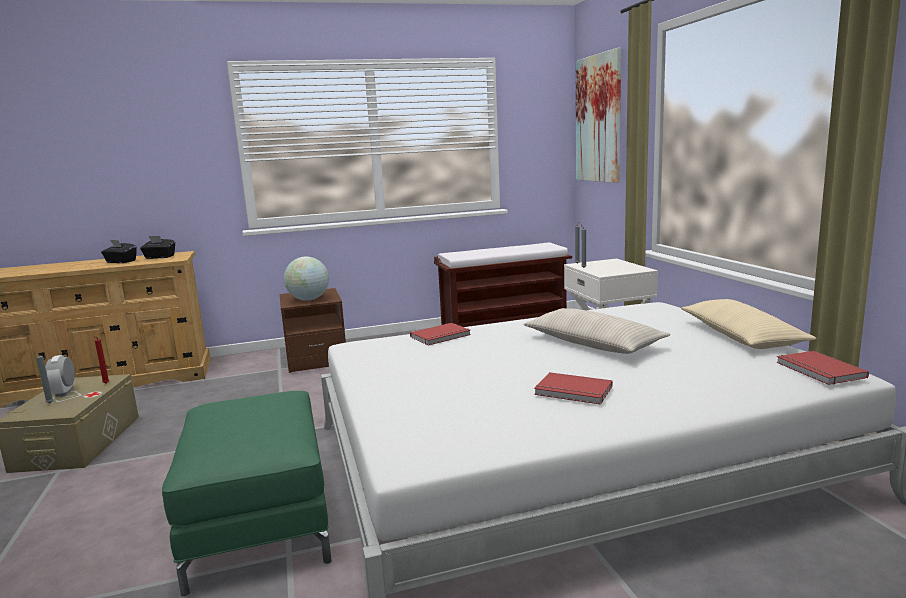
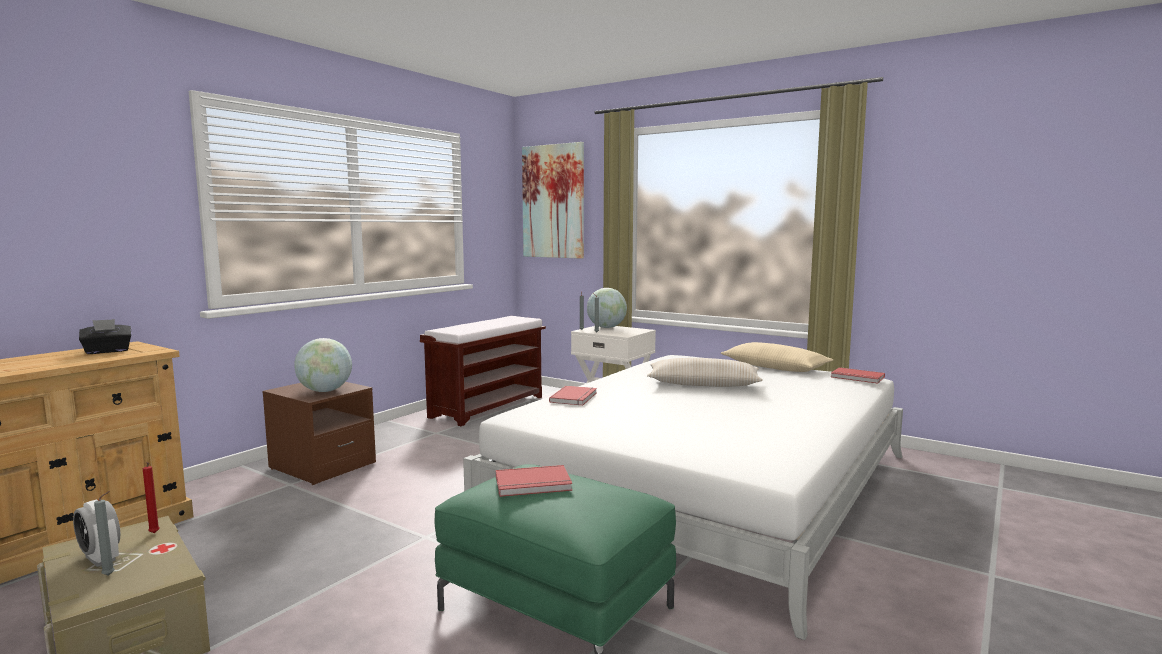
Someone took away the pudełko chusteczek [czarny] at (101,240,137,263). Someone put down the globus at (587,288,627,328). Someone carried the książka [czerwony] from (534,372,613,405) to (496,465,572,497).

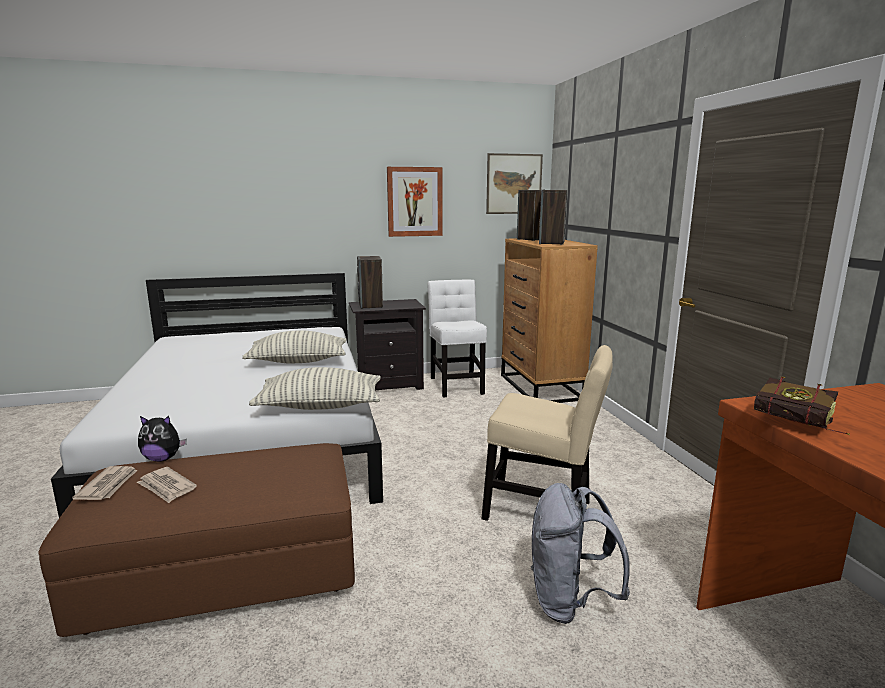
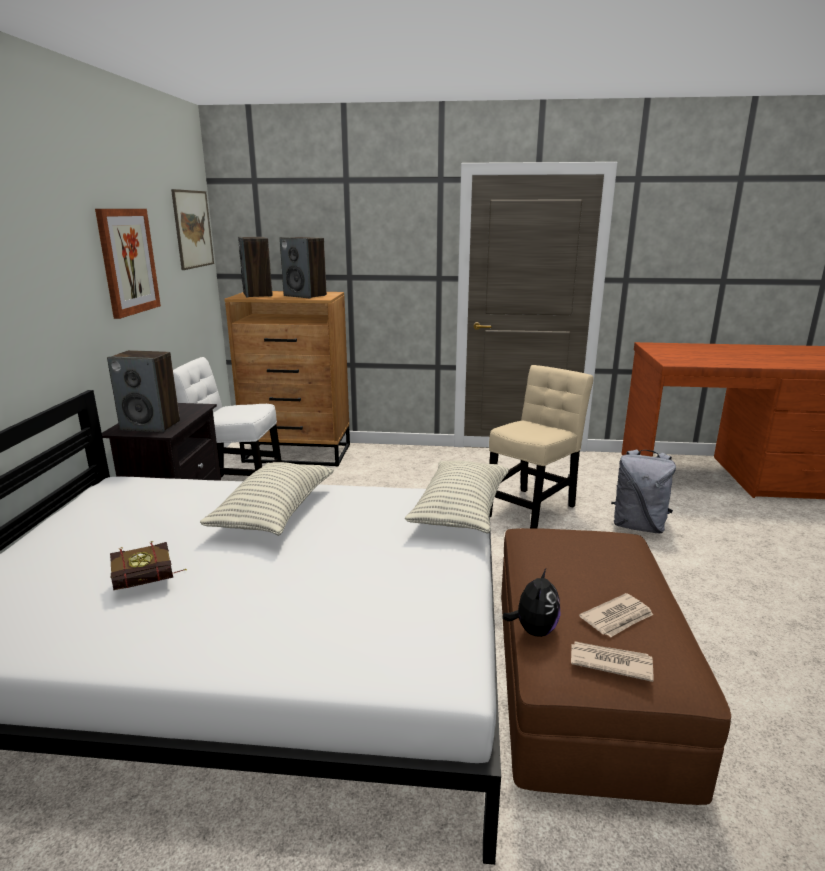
Someone carried the książka from (754,376,849,435) to (110,541,187,590).

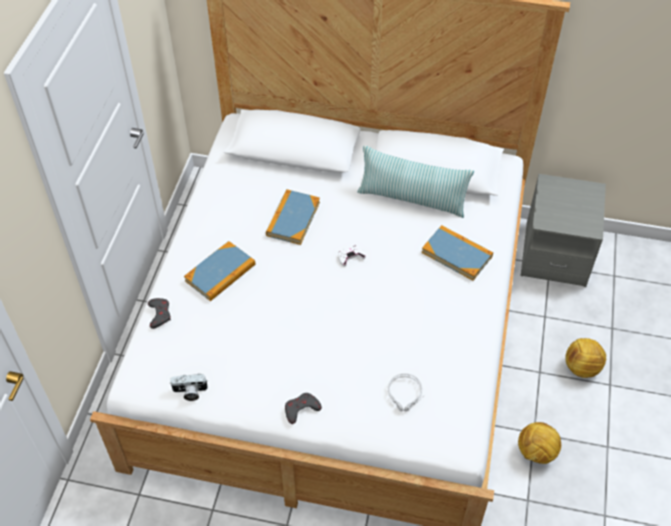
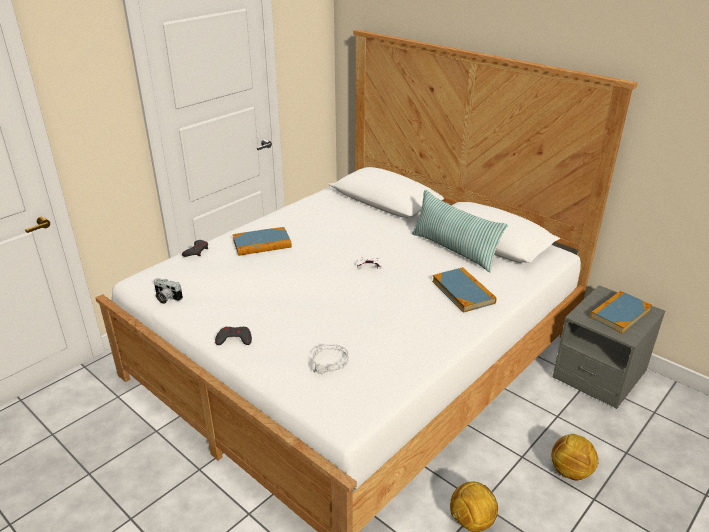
Someone carried the książka from (266,189,320,245) to (590,291,652,334).

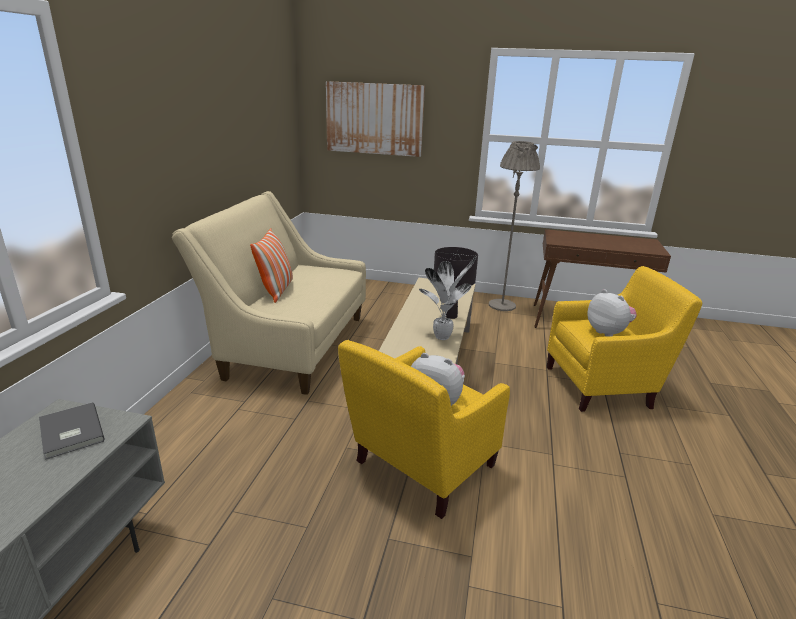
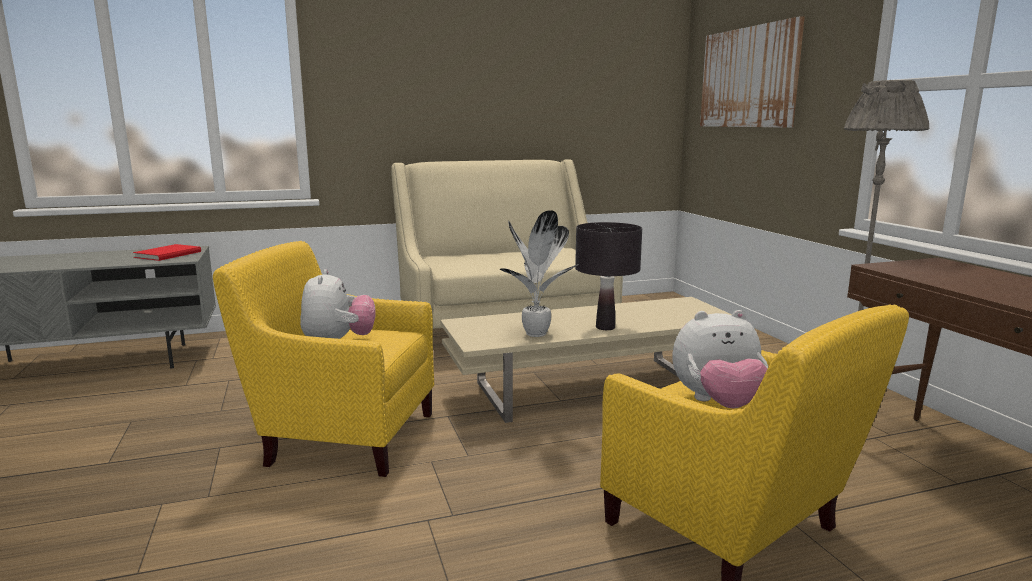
Someone took away the poduszka at (250,228,293,303). Someone repainted the książka [szary] at (39,402,104,460), which became the książka [czerwony] at (133,244,201,261). Someone rotated the pluszak at (587,289,637,337) by 60 degrees clockwise.

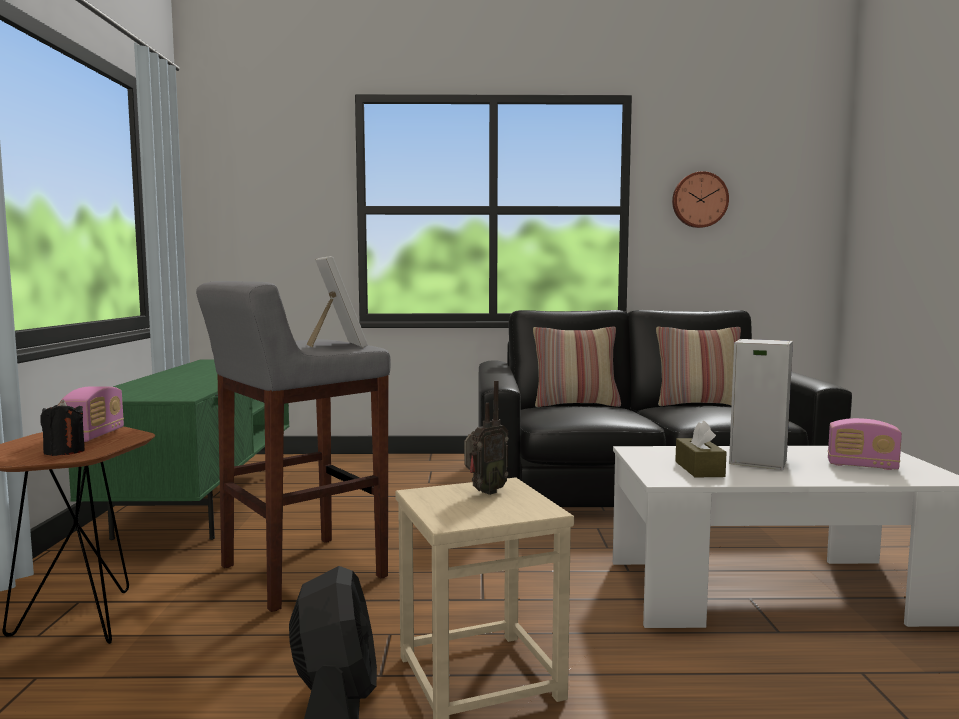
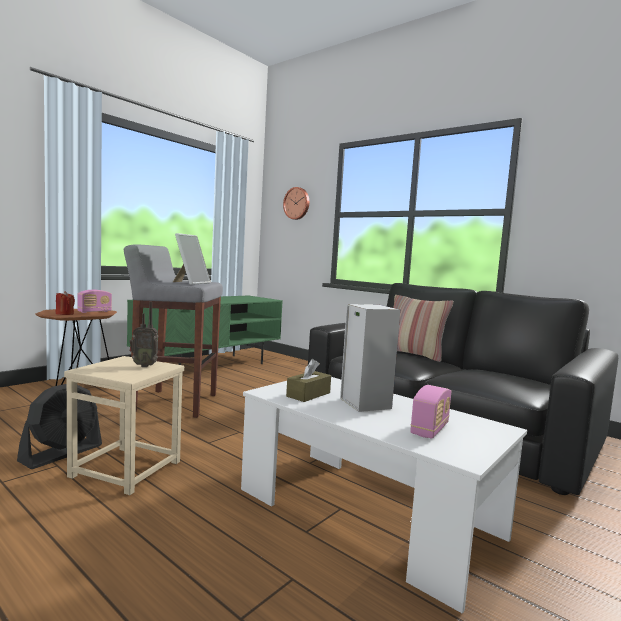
Someone took away the poduszka at (656,327,741,406). Someone carried the zegar ścienny from (672,171,729,228) to (283,187,309,220). Someone repainted the świeca [czarny] at (40,399,85,456), which became the świeca [czerwony] at (56,291,75,315). Someone rotated the radio at (828,418,902,470) by 120 degrees counterclockwise.

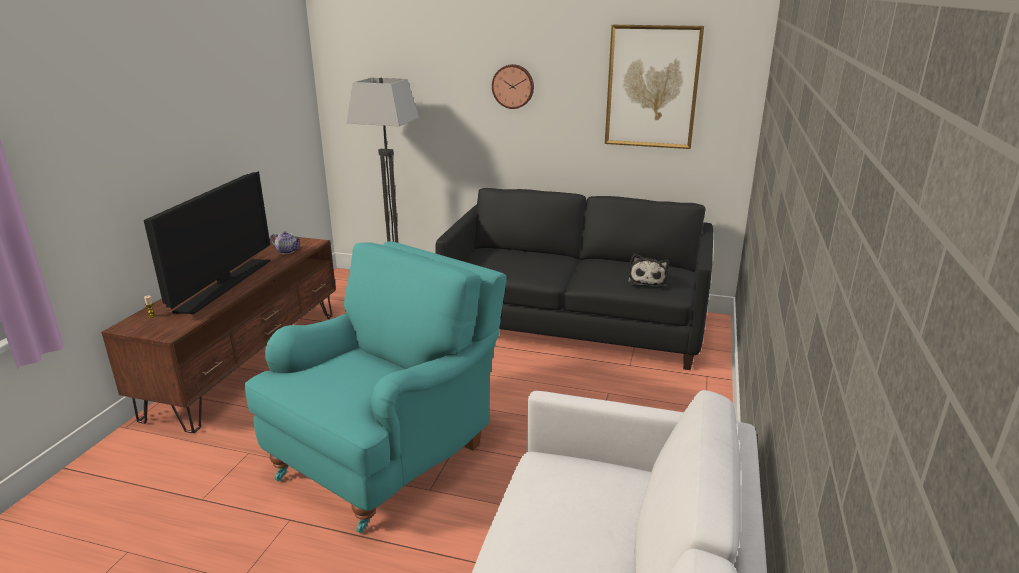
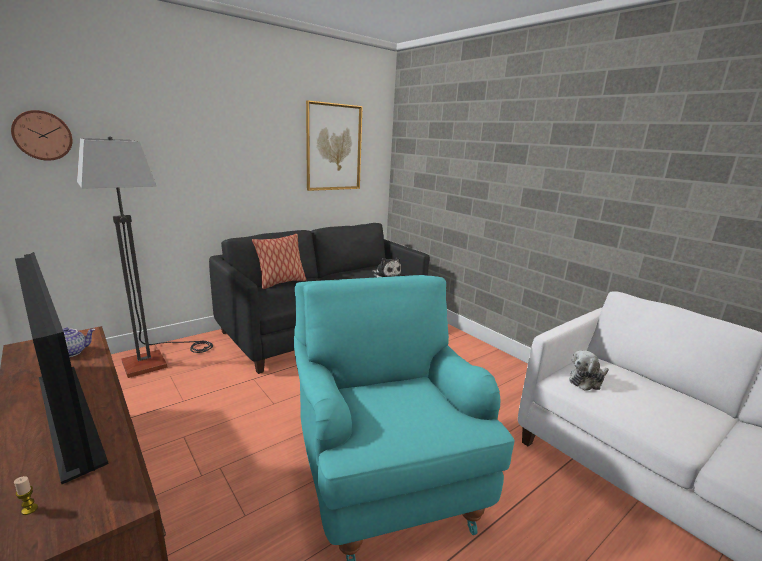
Someone put down the poduszka at (252,234,306,289). Someone put down the pluszak at (569,350,609,391). Someone carried the zegar ścienny from (492,64,534,109) to (11,110,73,161).

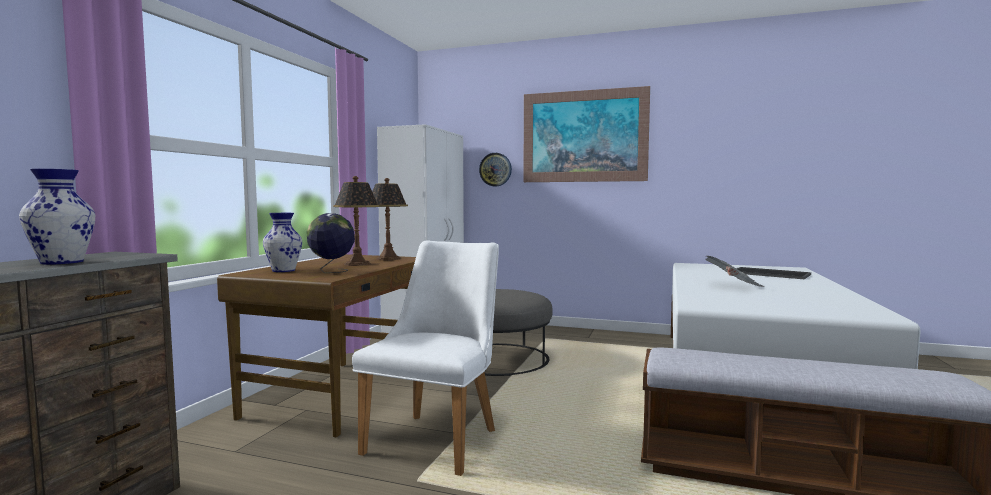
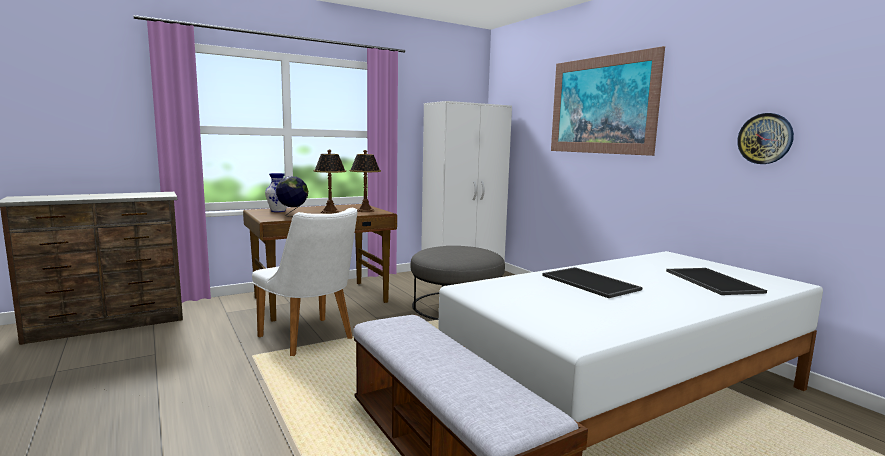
Someone took away the wazon at (19,169,95,265). Someone carried the zegar ścienny from (479,153,512,186) to (737,113,794,164). Someone swapped the gazeta at (705,256,765,287) for the taca at (542,267,642,298). Someone rotated the krzesło [biały] at (352,240,499,476) by 75 degrees clockwise.

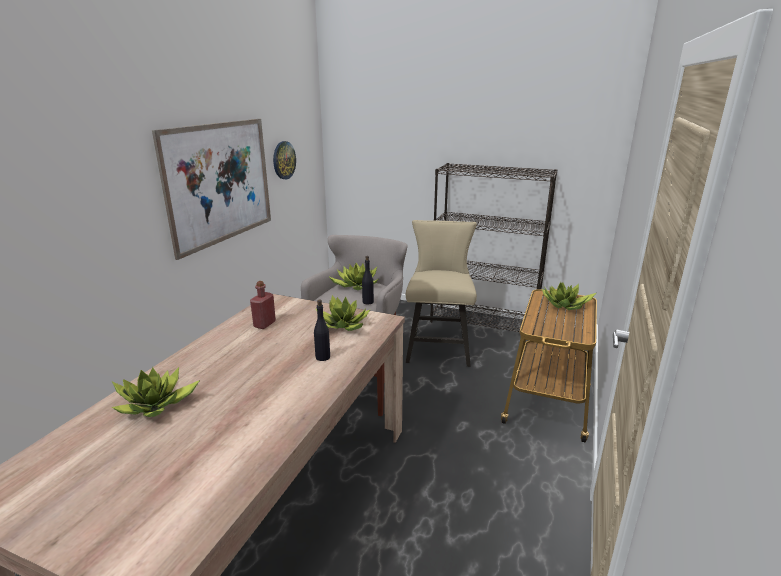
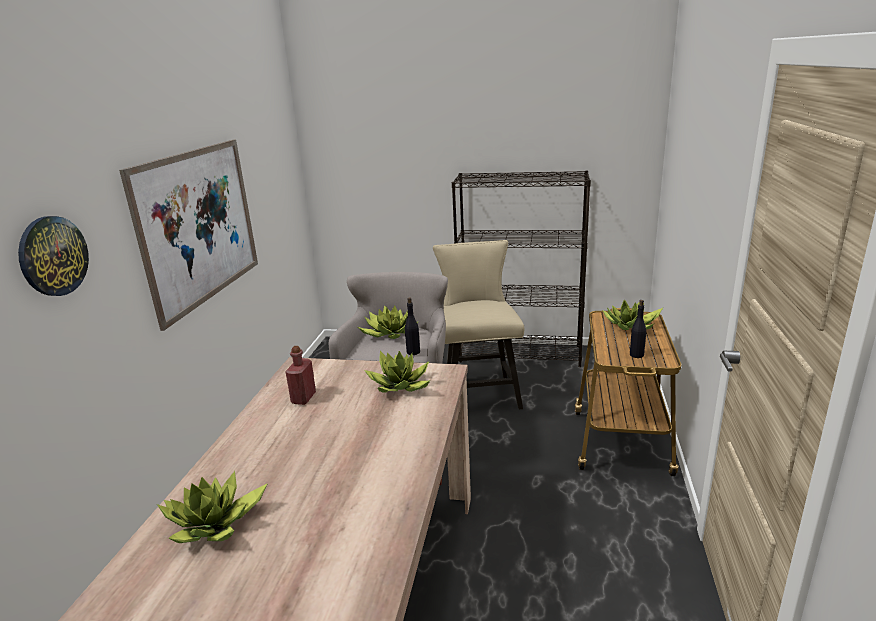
Someone carried the zegar ścienny from (273,141,296,179) to (18,216,89,296). Someone carried the butelka [czarny] from (314,299,330,361) to (630,300,646,358).

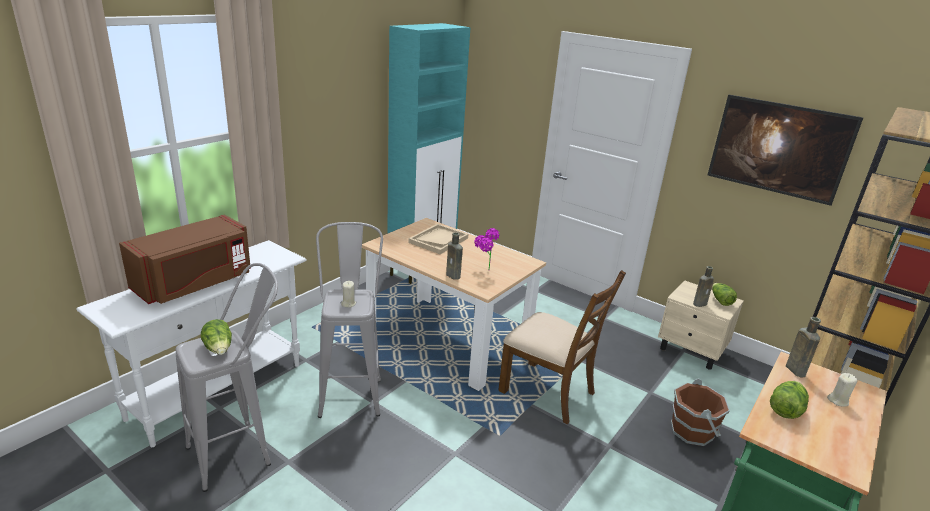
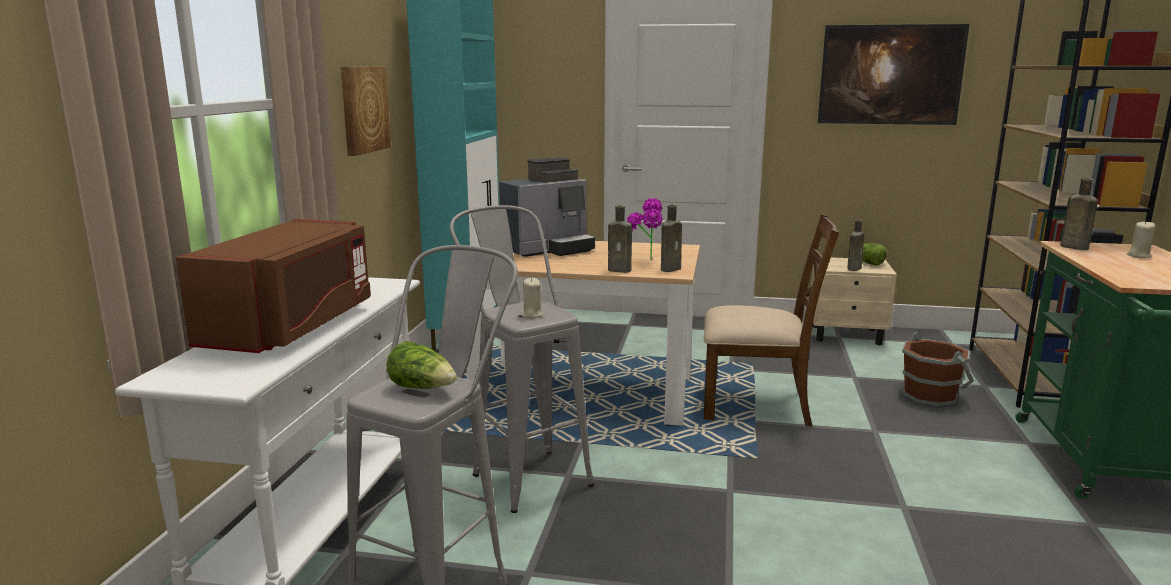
Someone took away the sałata at (770,381,809,419). Someone put up the obraz at (341,66,391,156). Someone put down the butelka [brązowy] at (661,205,682,272). Someone swapped the taca [beżowy] at (409,224,468,254) for the ekspres do kawy at (499,157,595,257).

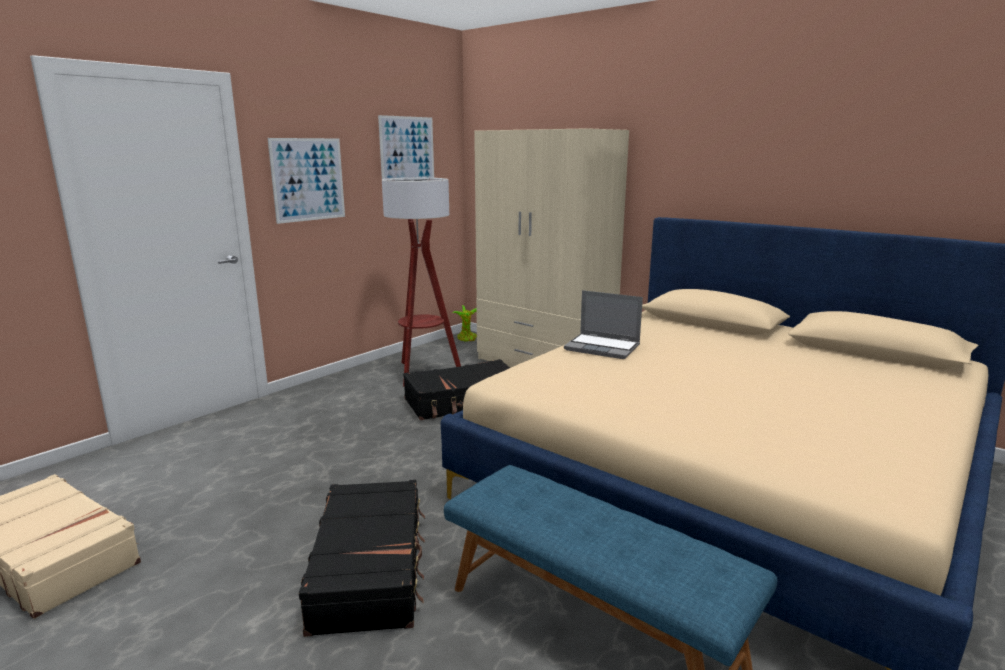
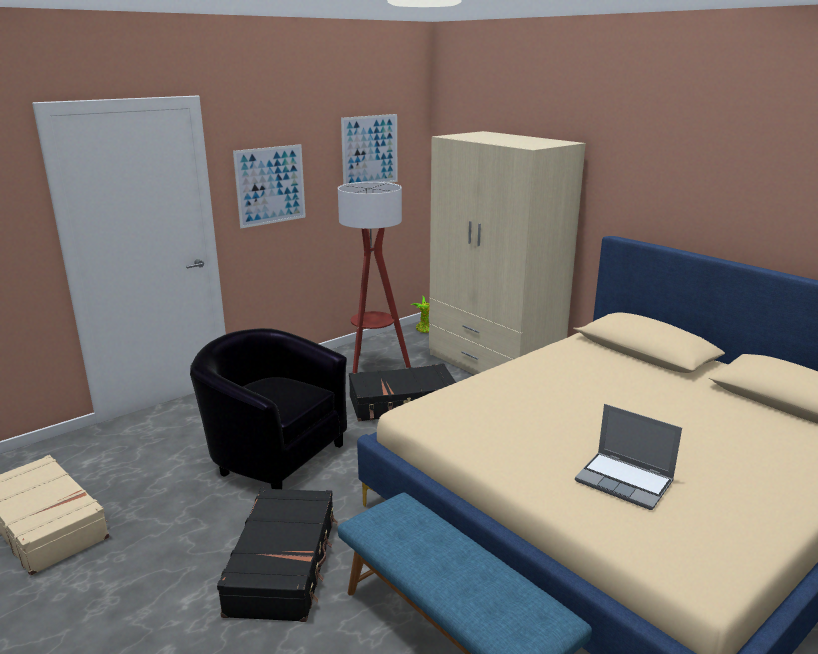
Someone put down the fotel [czarny] at (190,328,347,489). Someone carried the laptop from (564,290,643,359) to (575,404,682,510).

